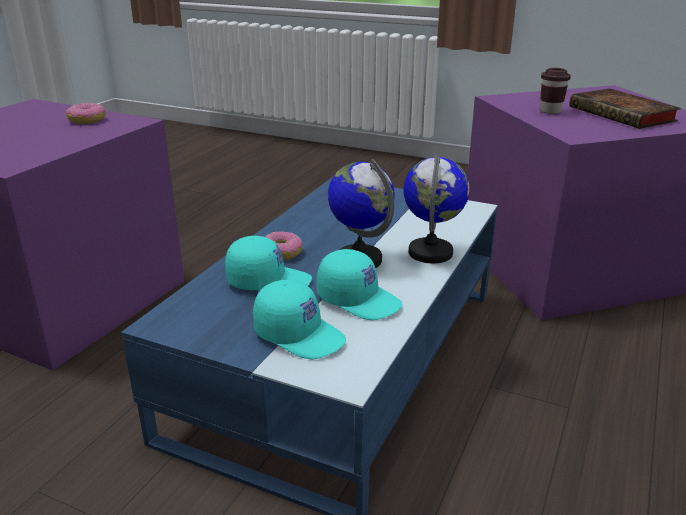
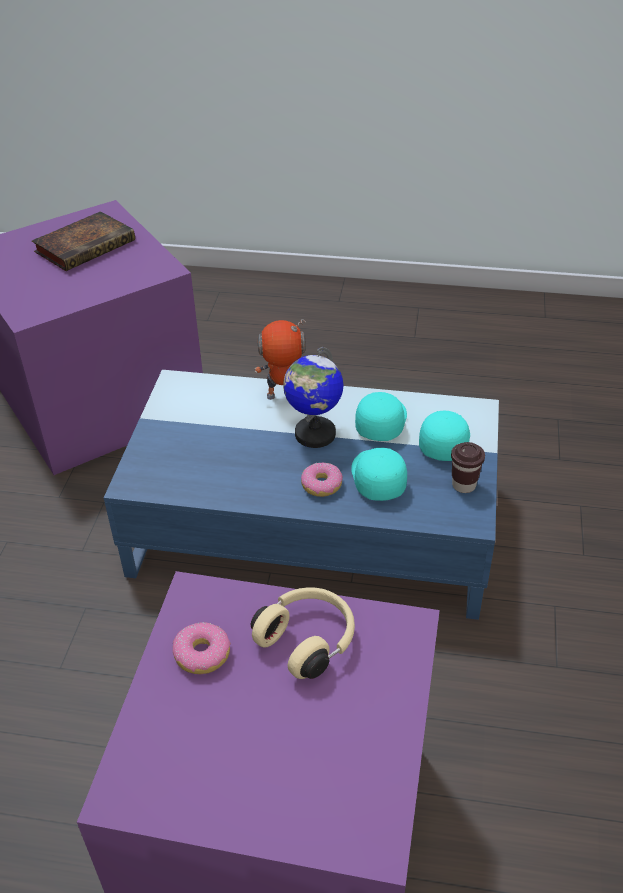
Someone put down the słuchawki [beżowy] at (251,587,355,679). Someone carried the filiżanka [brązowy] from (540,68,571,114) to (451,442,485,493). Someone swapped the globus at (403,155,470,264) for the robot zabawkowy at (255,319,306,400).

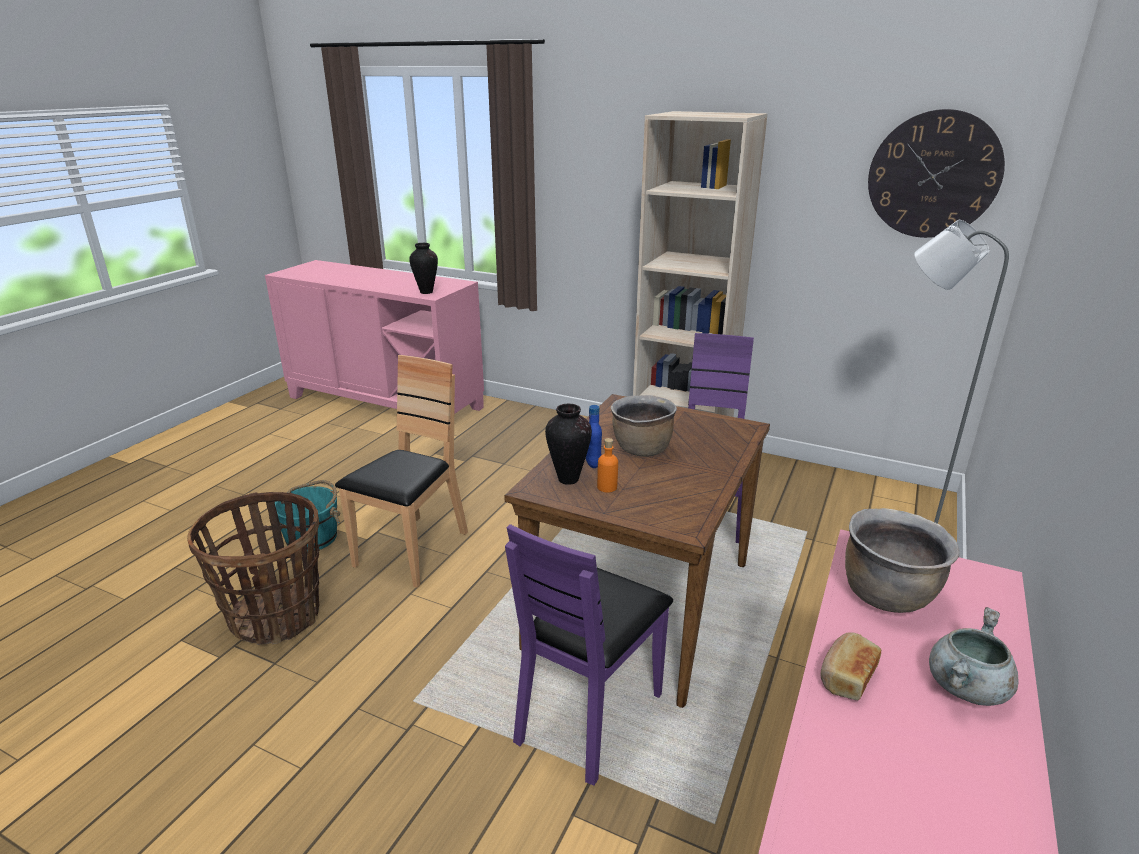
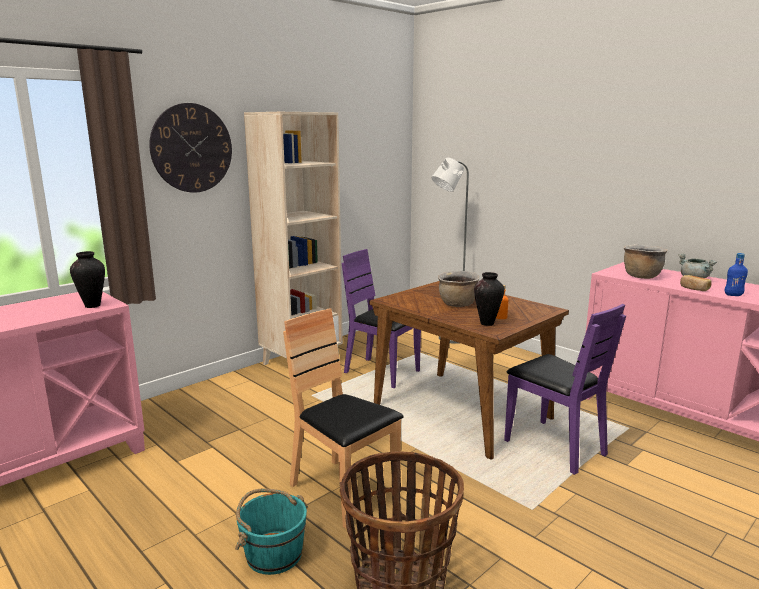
Someone carried the butelka [niebieski] from (586,405,602,468) to (725,253,748,296). Someone carried the zegar ścienny from (868,109,1005,238) to (149,103,232,193).

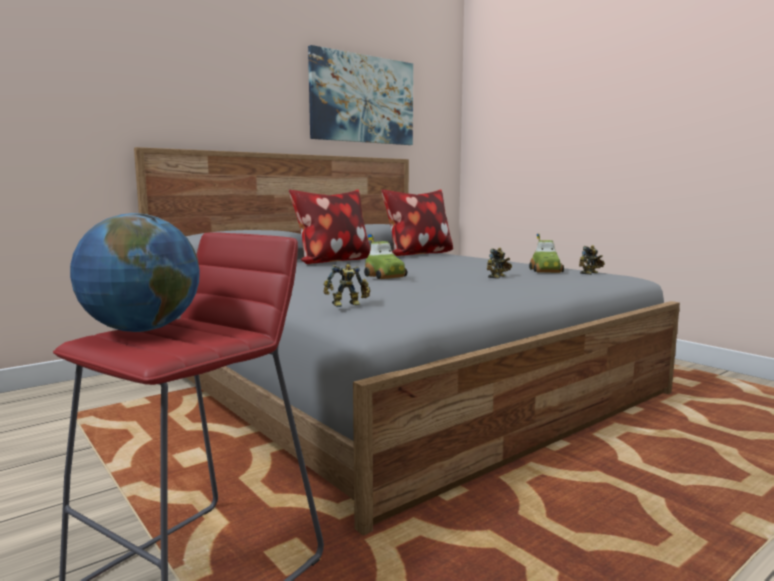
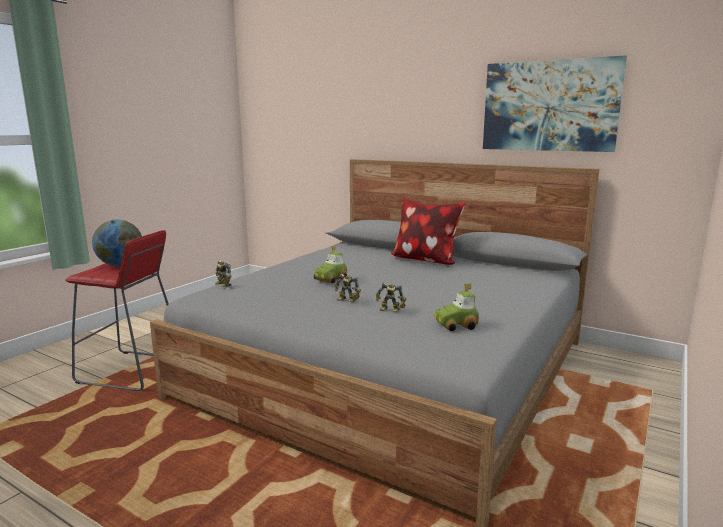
Someone took away the poduszka at (381,189,454,256). Someone carried the robot zabawkowy from (579,245,605,275) to (335,274,361,302).

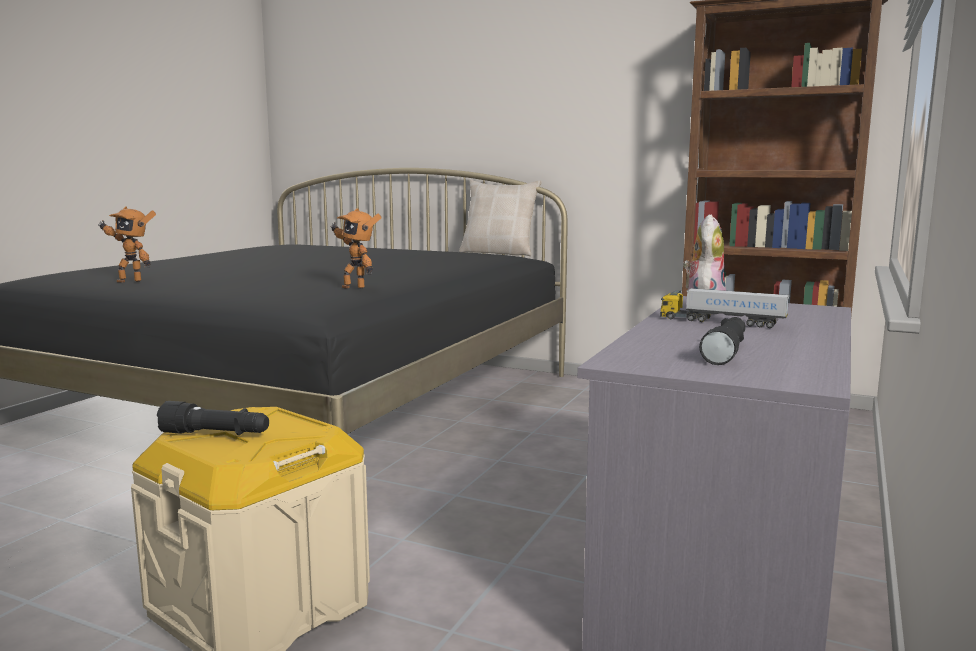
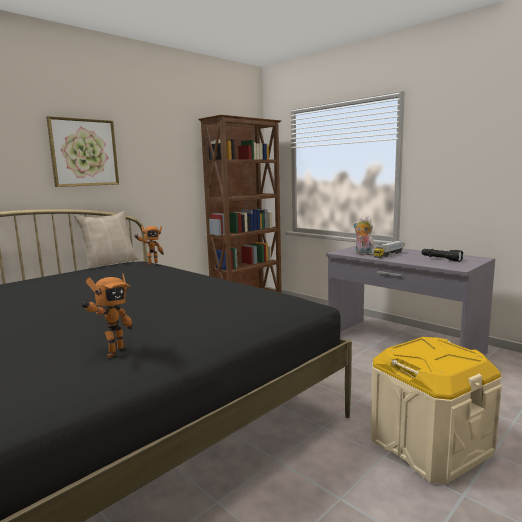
Someone took away the latarka [czarny] at (157,401,269,435). Someone put up the obraz at (46,116,119,187). Someone carried the robot zabawkowy from (330,208,382,289) to (135,225,164,265).

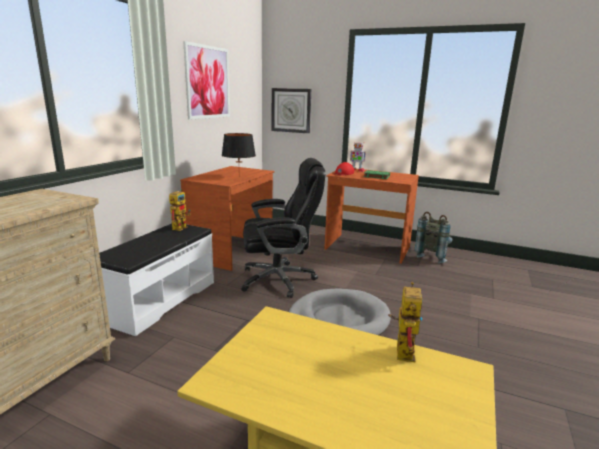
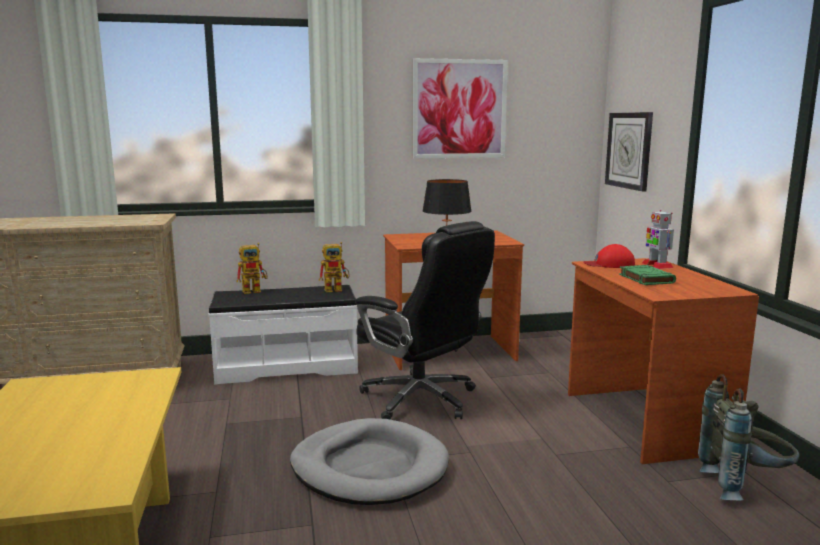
Someone carried the robot zabawkowy from (388,282,423,362) to (236,243,268,294).

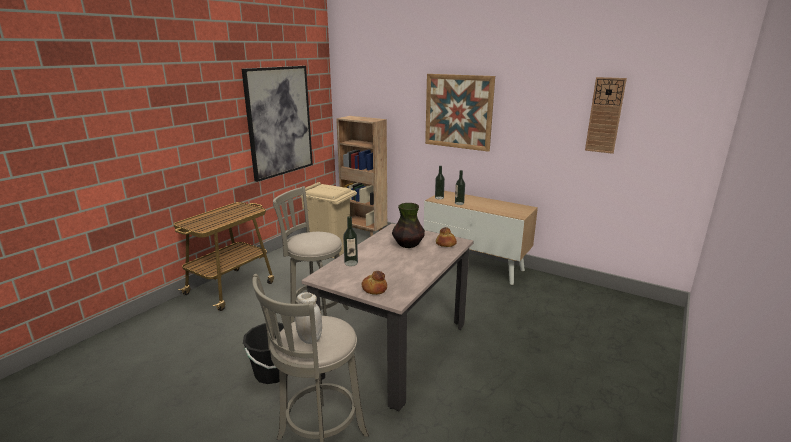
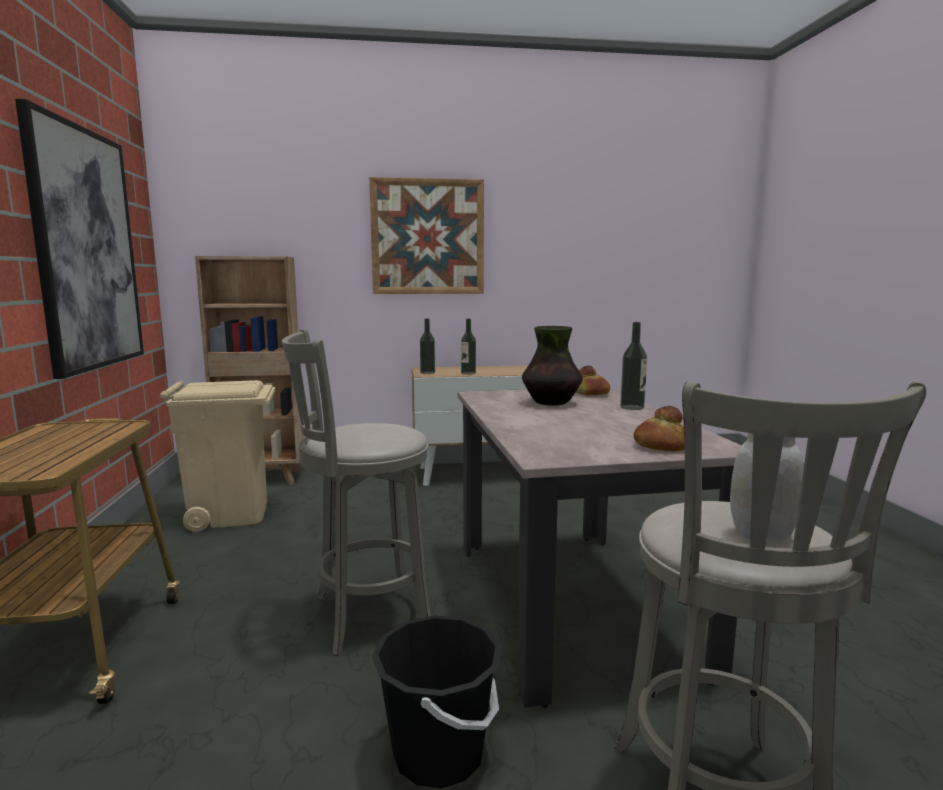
Someone took away the zegar ścienny at (585,77,627,154). Someone carried the butelka from (343,216,358,266) to (620,322,647,410).

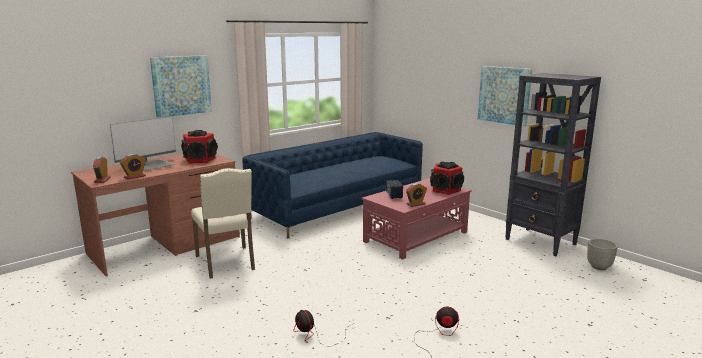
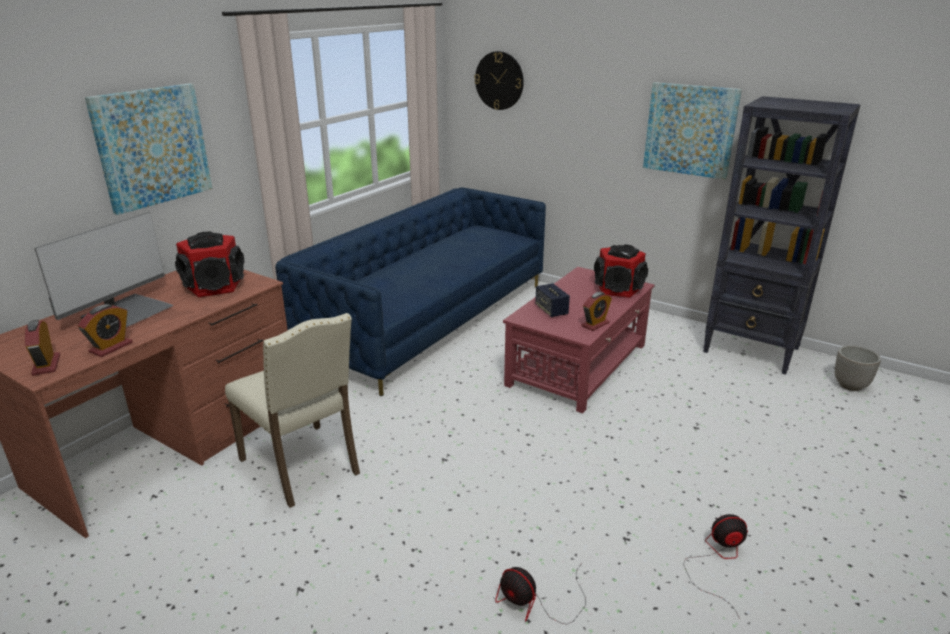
Someone put up the zegar ścienny at (474,51,524,110).

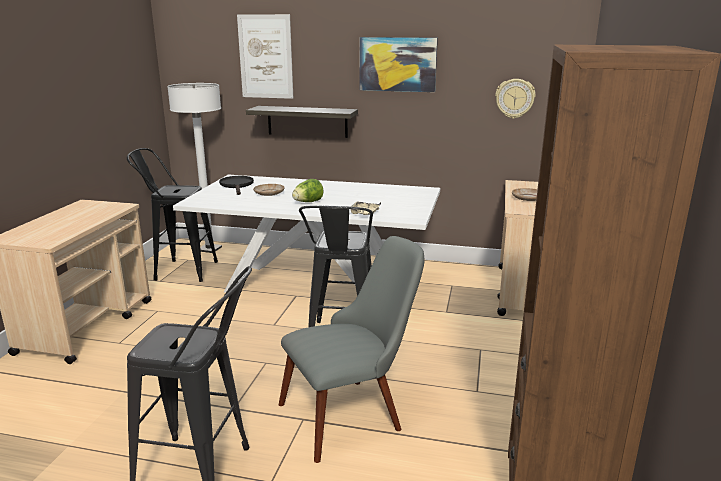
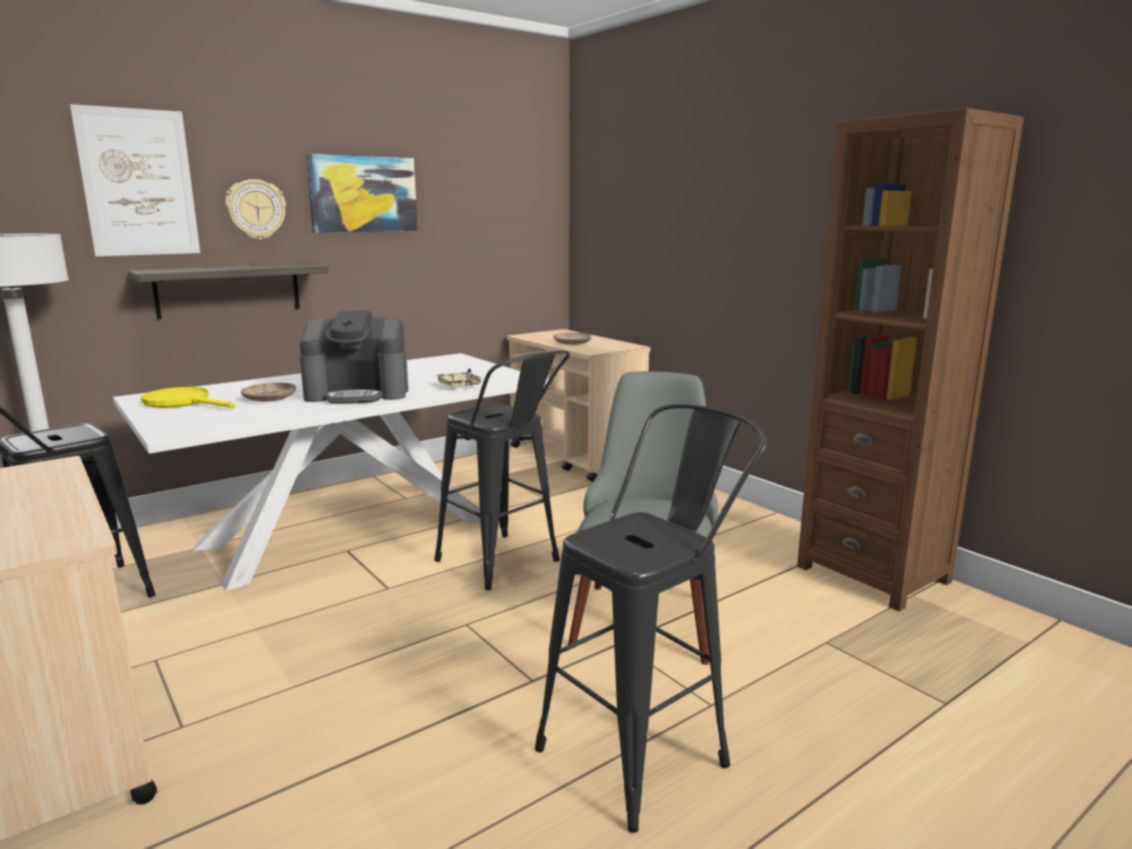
Someone carried the zegar ścienny from (495,79,536,119) to (225,179,286,240). Someone swapped the sałata at (292,179,324,202) for the ekspres do kawy at (299,310,408,404). Someone repainted the patelnia [czarny] at (219,176,254,195), which became the patelnia [żółty] at (141,387,236,408).

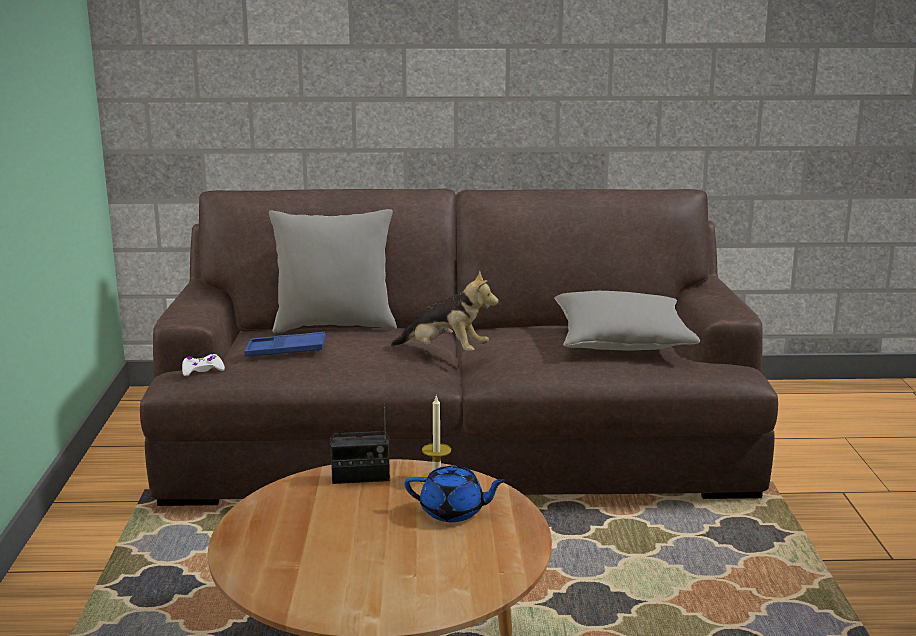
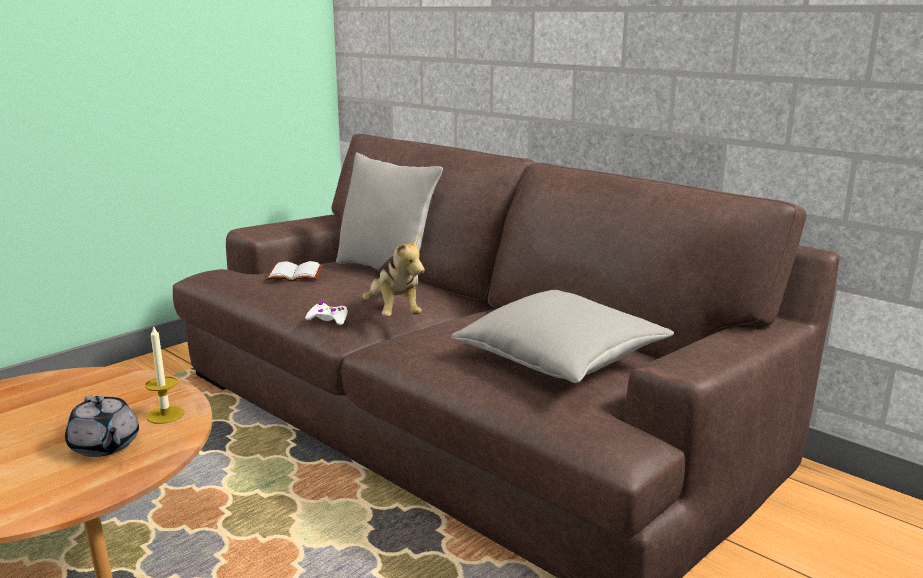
Someone took away the radio at (330,400,390,484). Someone carried the pad do gier [biały] from (182,354,225,376) to (305,302,348,325). Someone swapped the taca [niebieski] at (244,332,326,356) for the książka [biały] at (266,261,323,281). Someone repainted the imbryk [niebieski] at (405,465,507,522), which became the imbryk [szary] at (65,396,139,457).

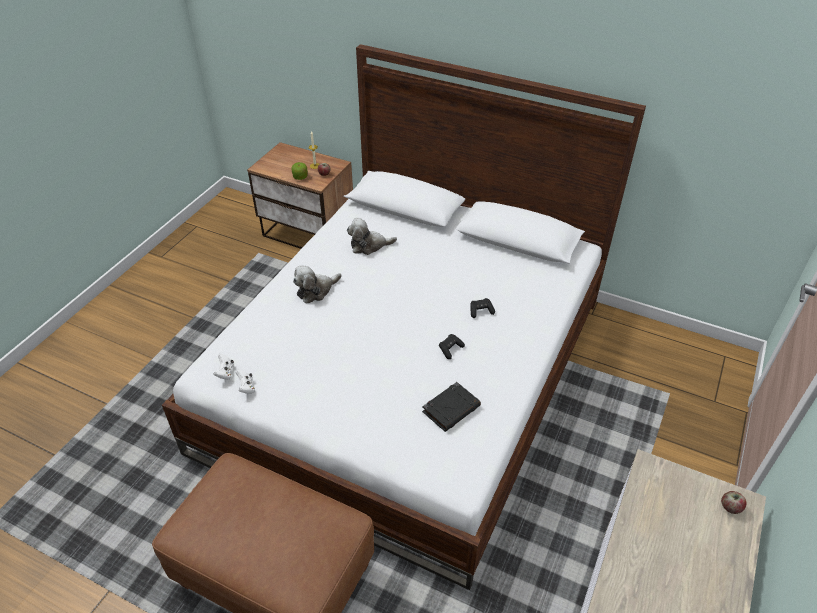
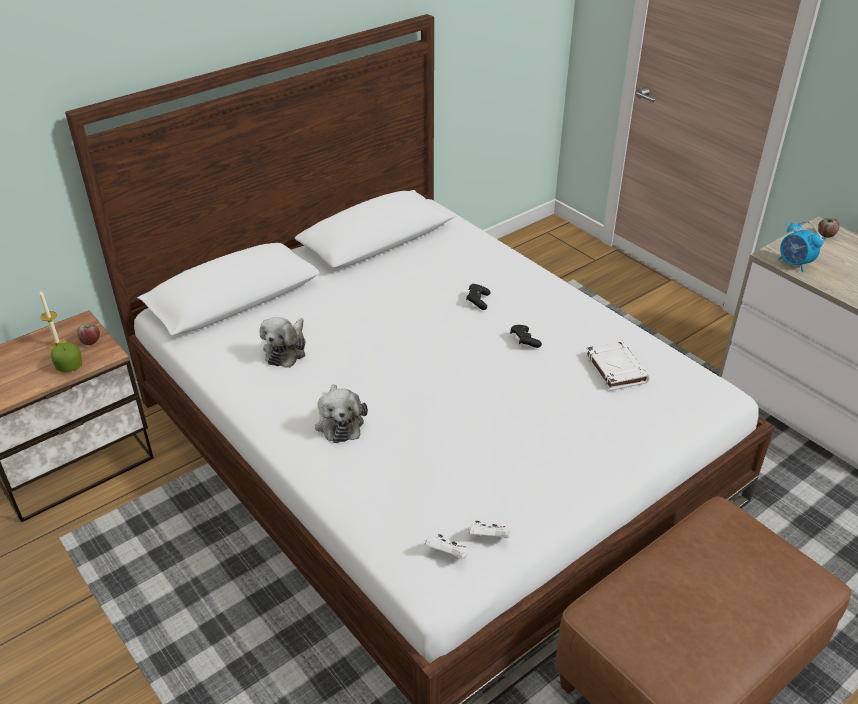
Someone put down the budzik at (779,222,824,272). Someone repainted the książka [czarny] at (422,382,481,432), which became the książka [biały] at (585,340,650,391).

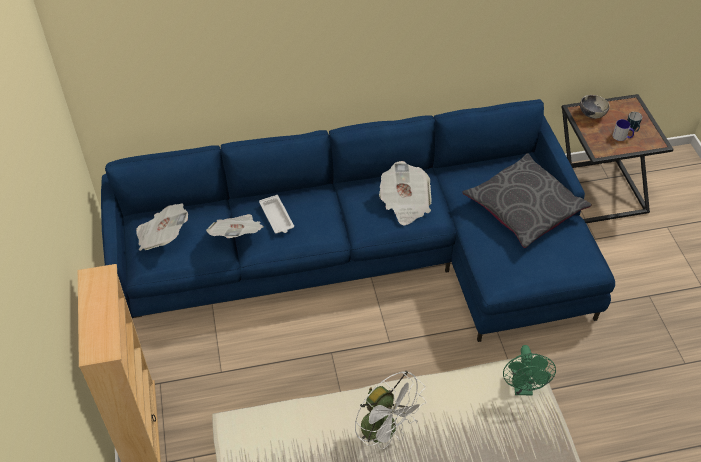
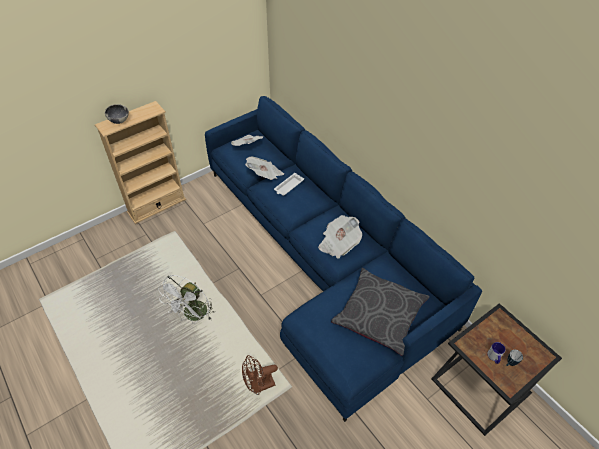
Someone carried the miska from (580,95,610,119) to (105,104,129,124). Someone repainted the wentylator [zielony] at (503,345,556,395), which became the wentylator [brązowy] at (242,355,278,395).

